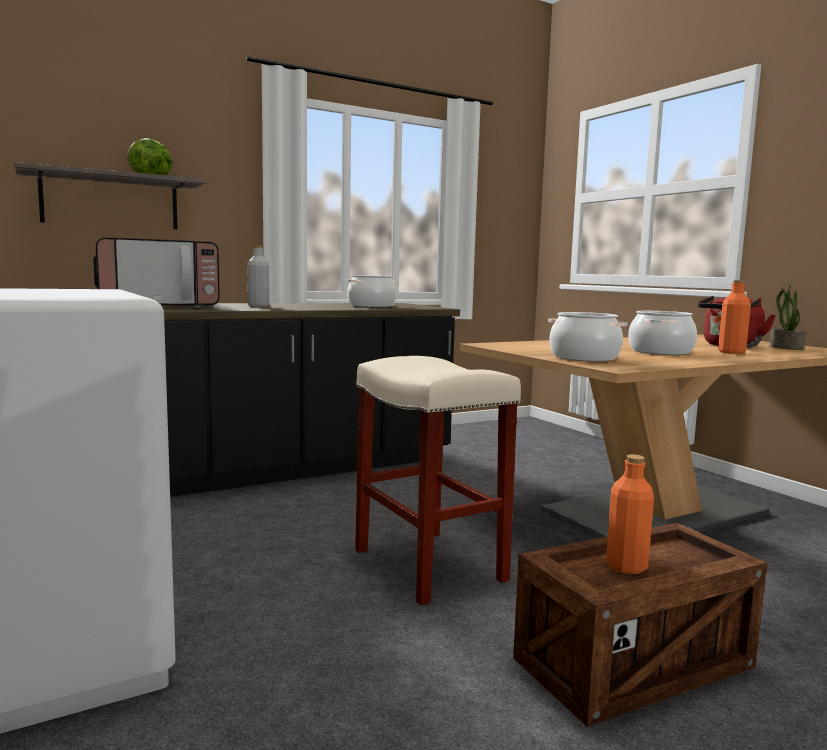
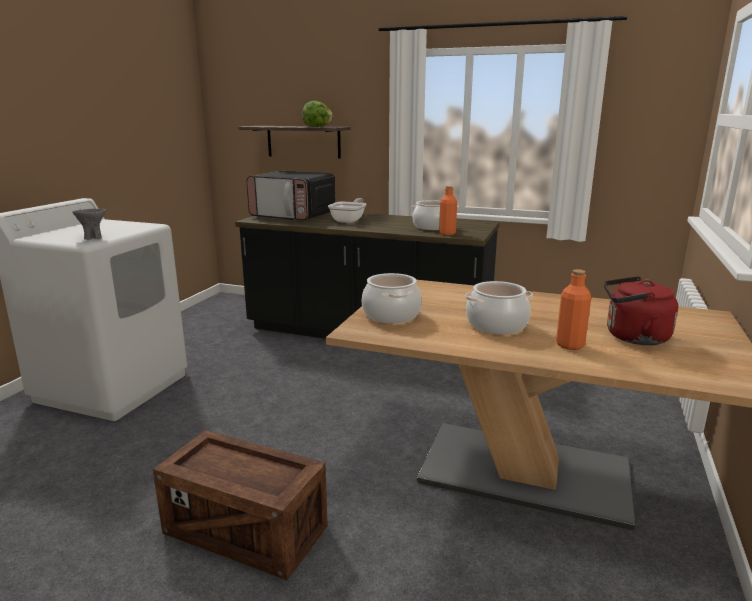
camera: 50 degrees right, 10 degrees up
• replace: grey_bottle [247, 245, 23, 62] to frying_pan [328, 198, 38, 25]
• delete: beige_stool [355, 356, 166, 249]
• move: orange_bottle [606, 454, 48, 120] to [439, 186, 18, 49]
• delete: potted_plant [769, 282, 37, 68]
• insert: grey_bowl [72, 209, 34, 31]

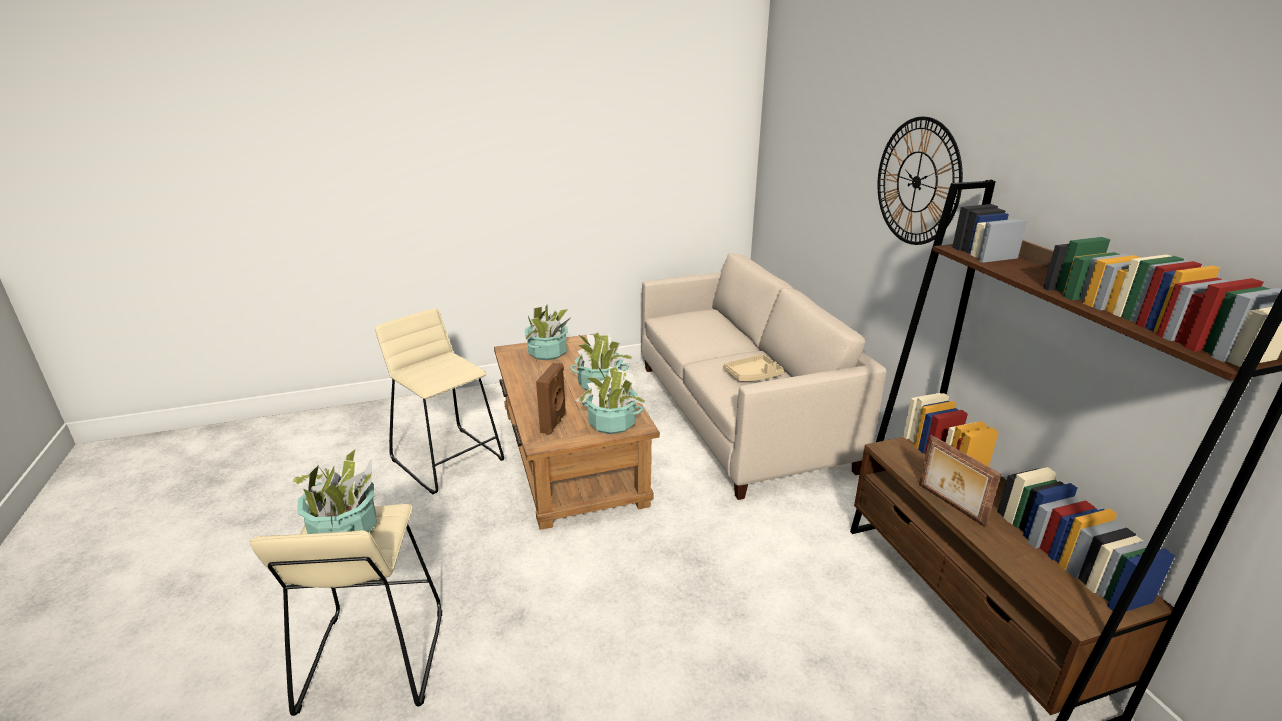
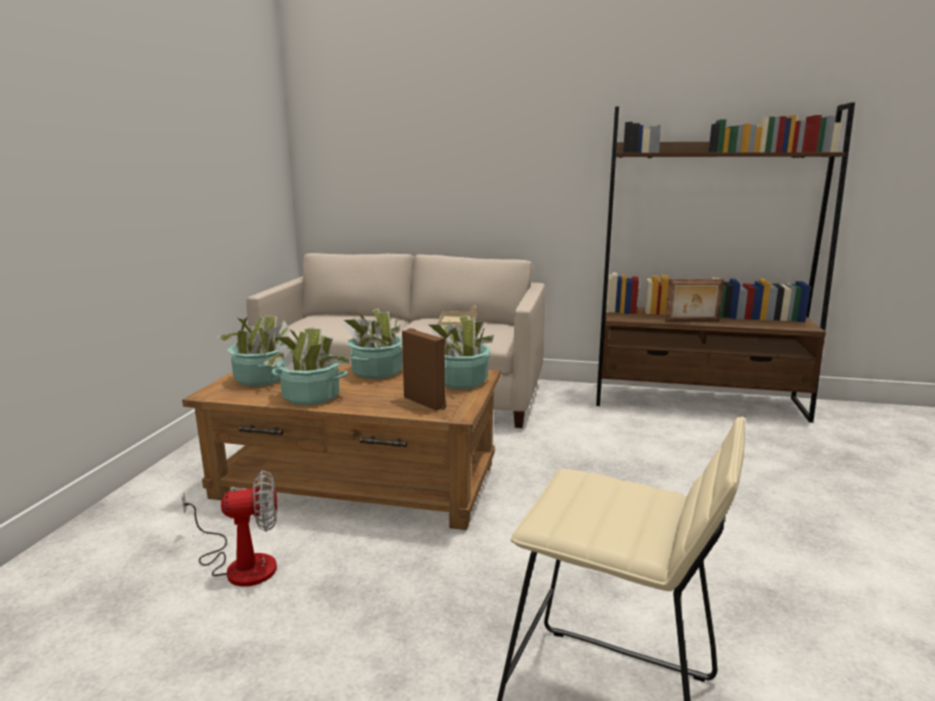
camera: 60 degrees left, 10 degrees down
• move: potted_plant [286, 449, 91, 85] to [264, 327, 87, 78]
• replace: beige_stool [375, 308, 129, 186] to fan [182, 470, 95, 117]
• delete: wall_clock [878, 116, 85, 129]

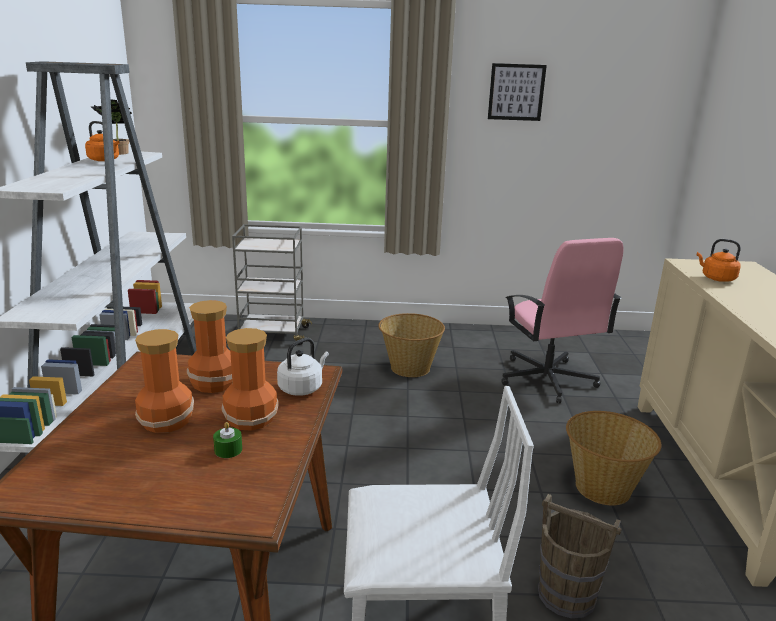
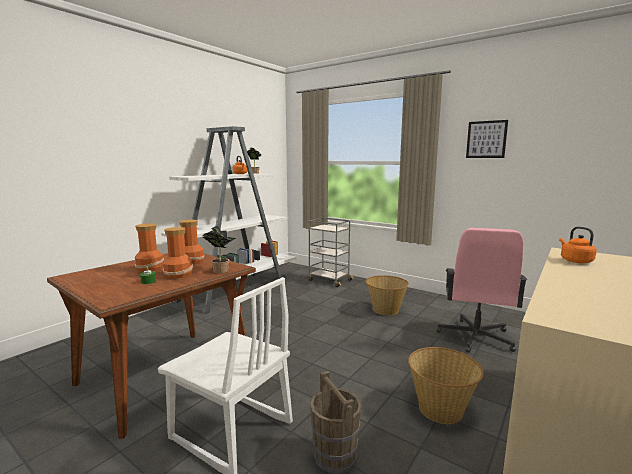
camera: 35 degrees right, 10 degrees down
• replace: white_kettle [277, 338, 52, 58] to potted_plant [203, 226, 33, 47]

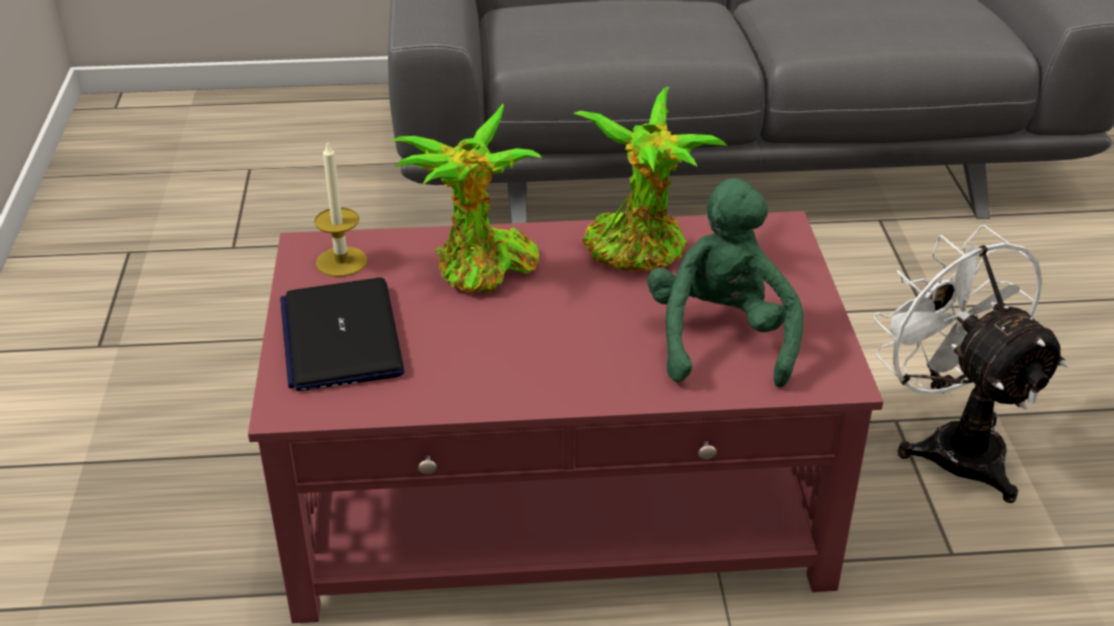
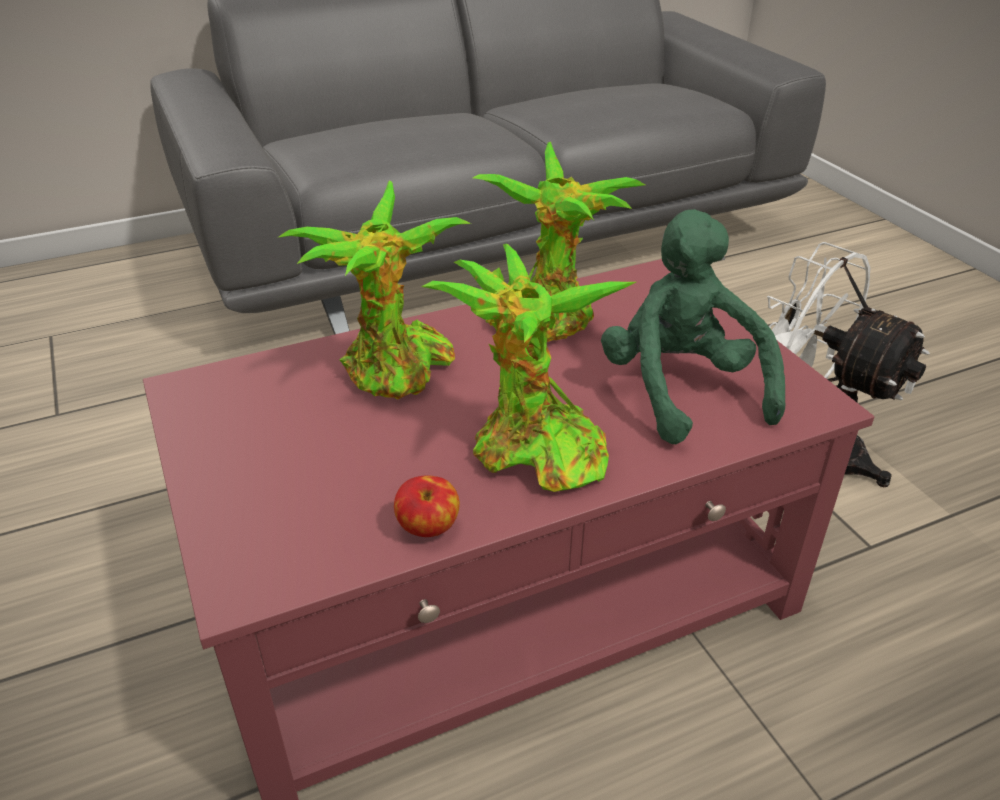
camera: 20 degrees left, 0 degrees up
• delete: laptop [280, 278, 125, 113]
• delete: candle [314, 141, 53, 136]
• insert: apple [394, 475, 66, 62]
• insert: potted_plant [421, 244, 215, 248]

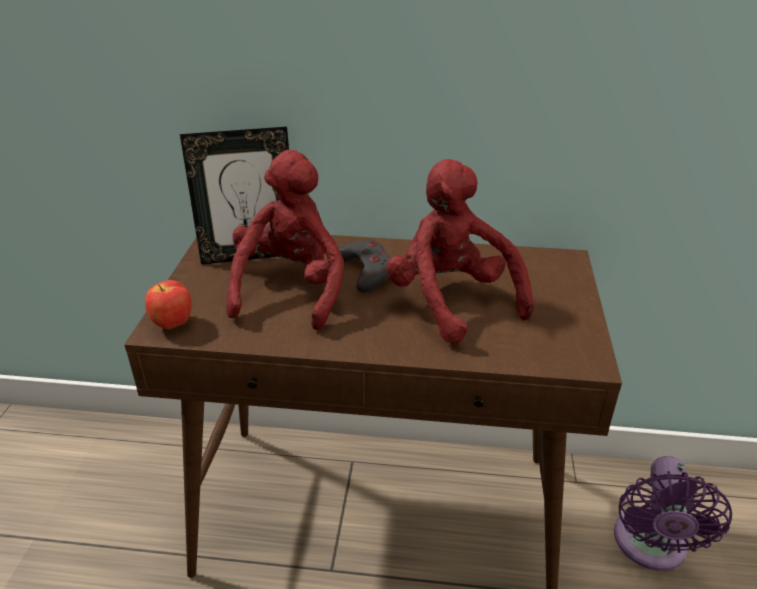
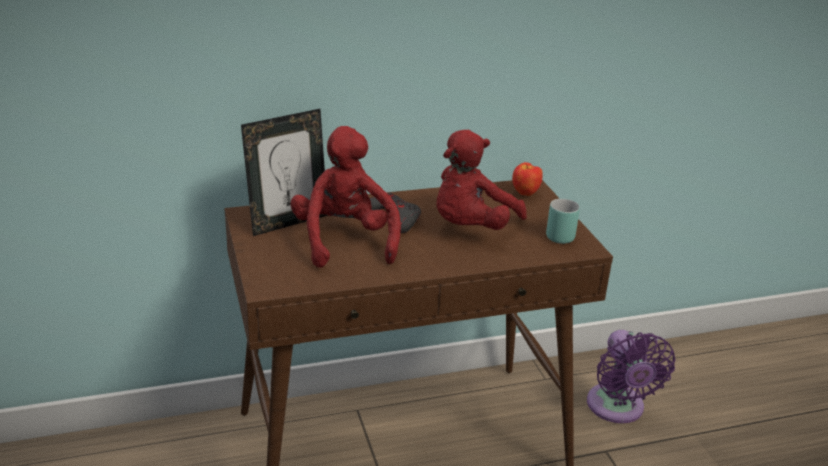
camera: 25 degrees left, 5 degrees down
• move: apple [145, 280, 47, 49] to [512, 162, 31, 34]
• rotate: red_plush_toy [386, 159, 148, 185] = [436, 130, 91, 100] 90 degrees counterclockwise
• insert: turquoise_mug [546, 199, 34, 45]

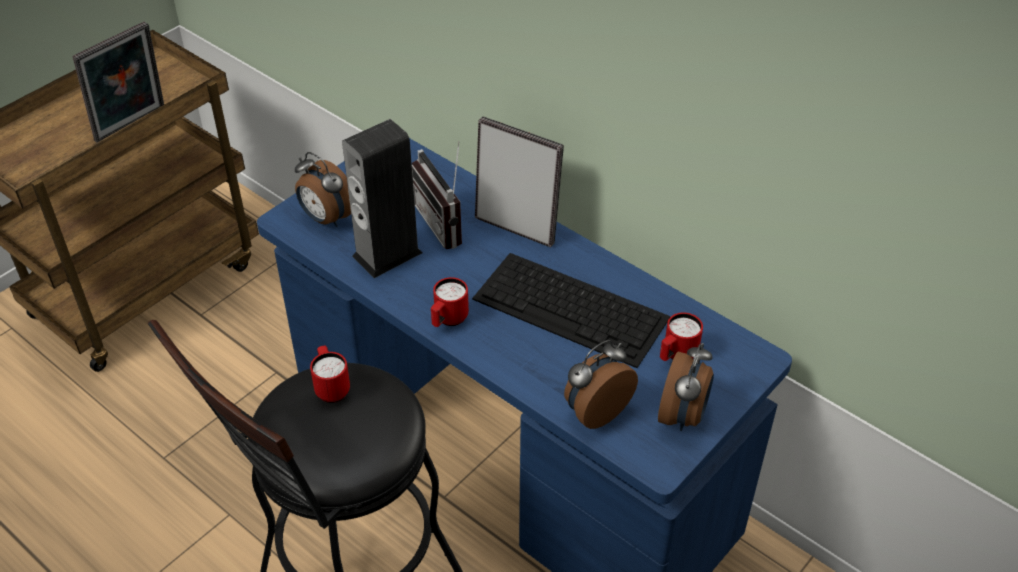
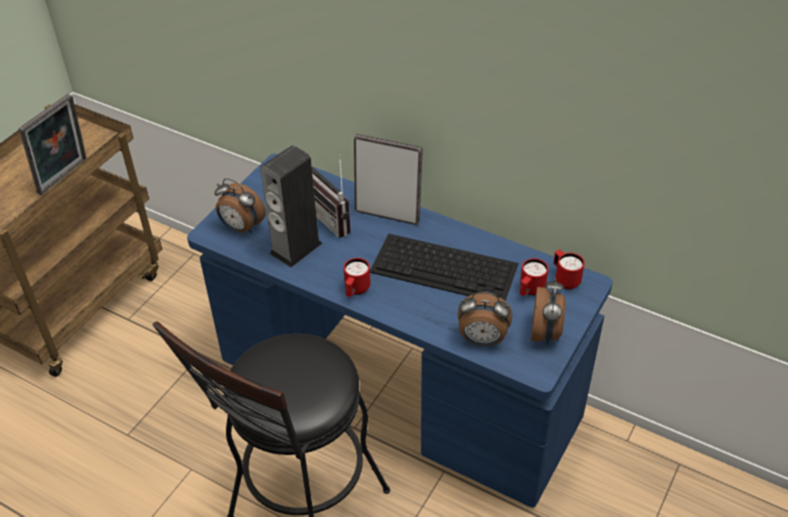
camera: 10 degrees left, 0 degrees up
• move: red_mug [310, 346, 40, 57] to [553, 250, 32, 40]
• rotate: alarm_clock [564, 340, 74, 89] = [458, 292, 54, 54] 120 degrees counterclockwise

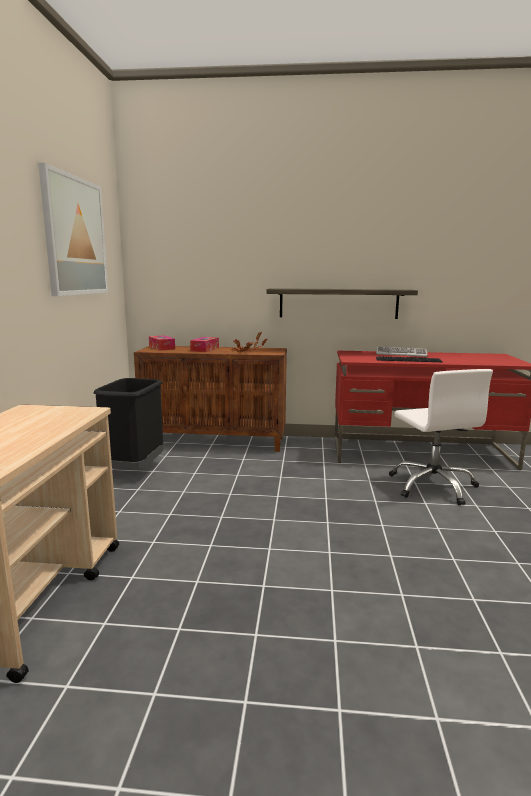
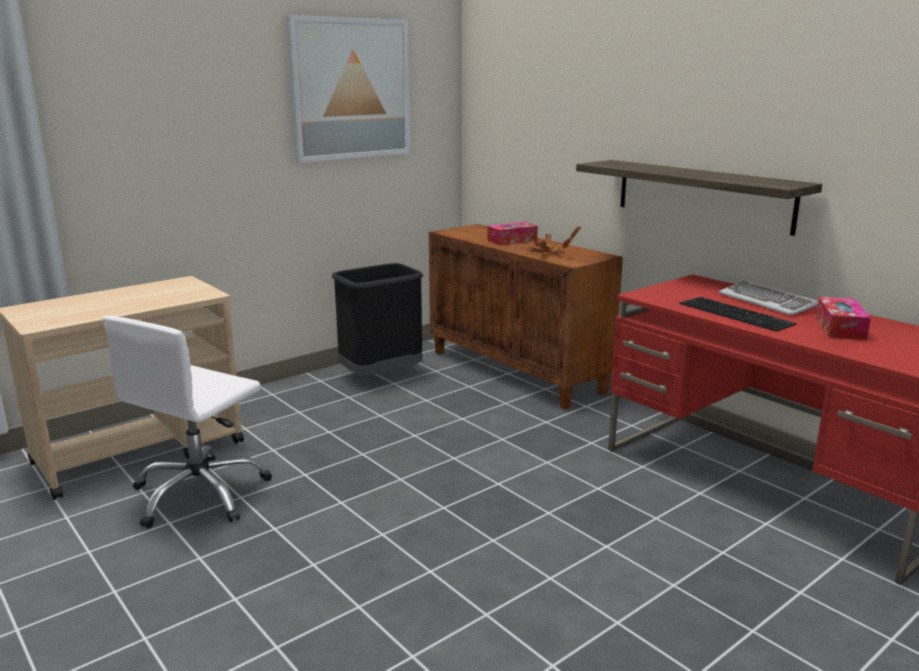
camera: 45 degrees right, 5 degrees up
• move: tissue_box [149, 336, 26, 15] to [816, 297, 55, 43]
• move: white_office_chair [389, 369, 104, 137] to [102, 315, 170, 214]

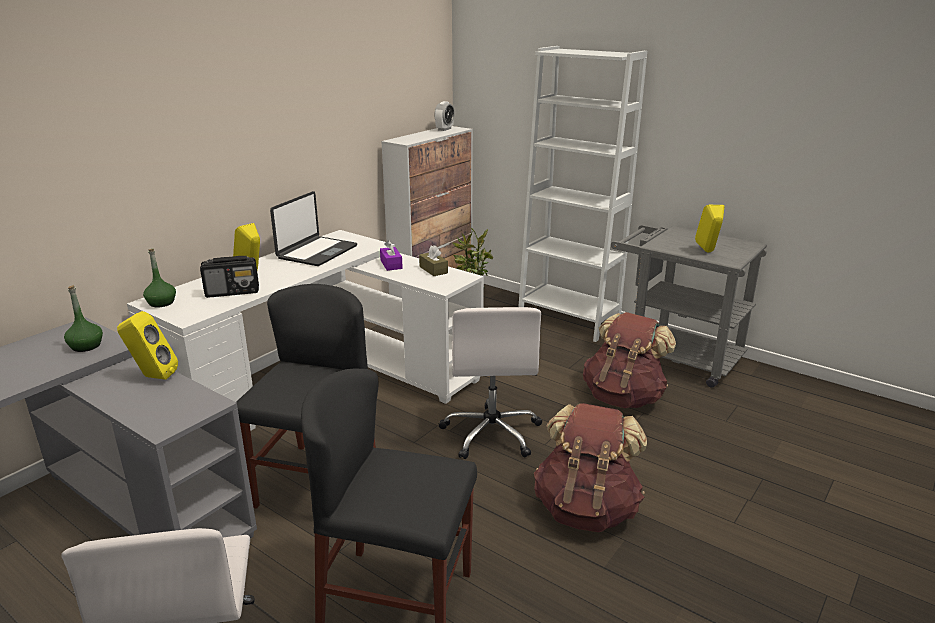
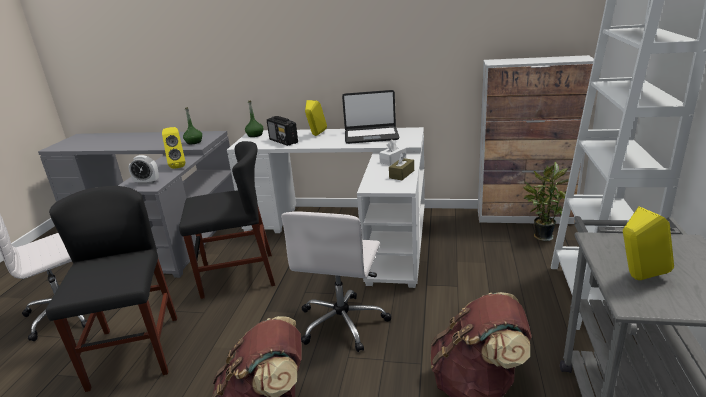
camera: 65 degrees right, 0 degrees up
• recolor: purple_tissue_box [380, 240, 23, 31] to white_tissue_box [379, 139, 27, 27]
• move: alarm_clock [434, 101, 21, 30] to [129, 155, 30, 30]
• rotate: white_office_chair [439, 307, 103, 152] = [281, 211, 111, 141] 45 degrees counterclockwise

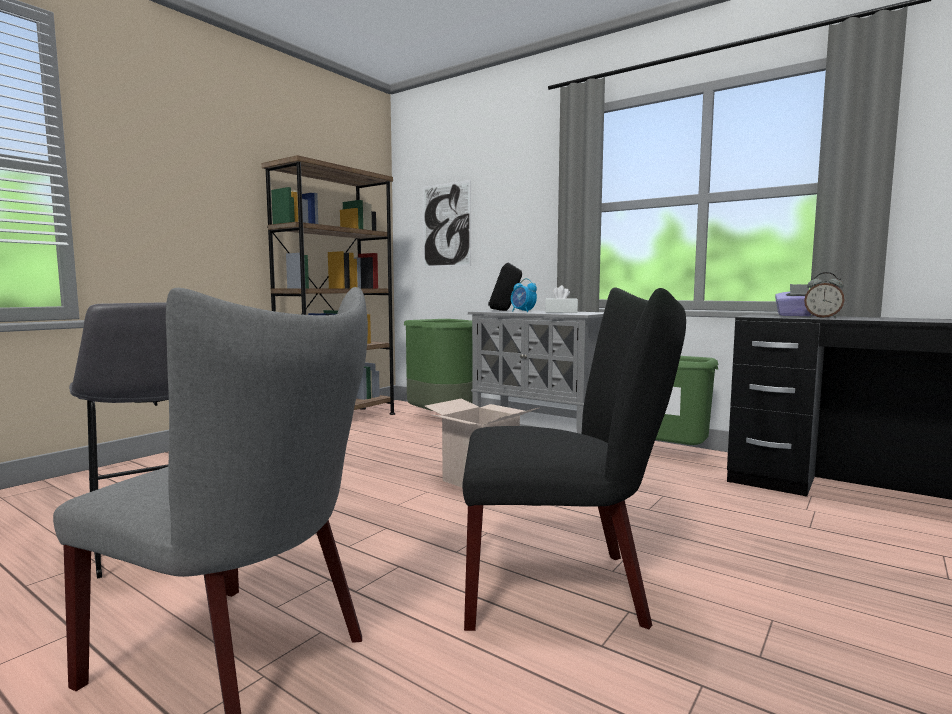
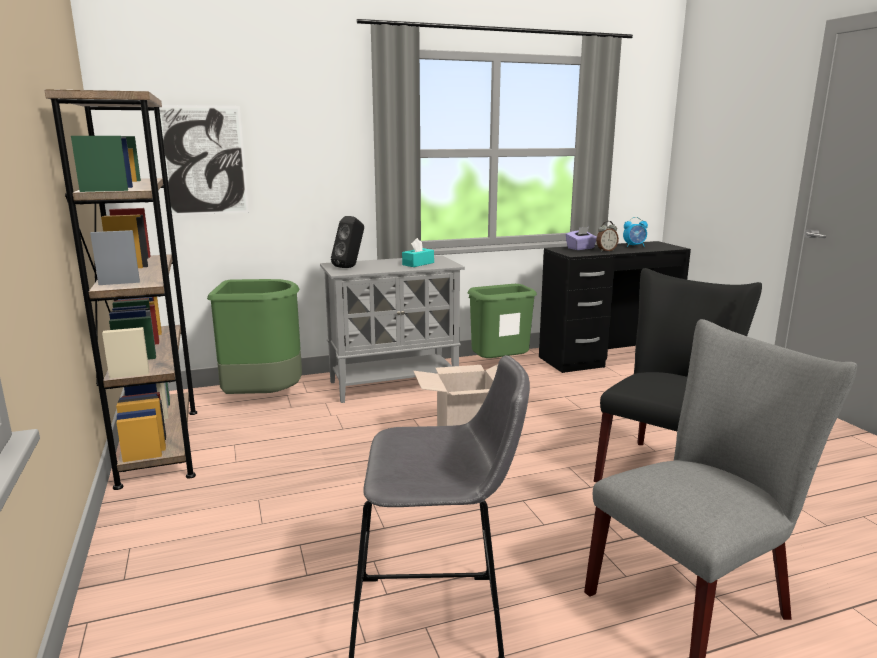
camera: 55 degrees left, 10 degrees up
• move: alarm_clock [511, 278, 26, 34] to [623, 217, 25, 30]
• recolor: white_tissue_box [545, 285, 33, 28] to turquoise_tissue_box [402, 238, 32, 29]

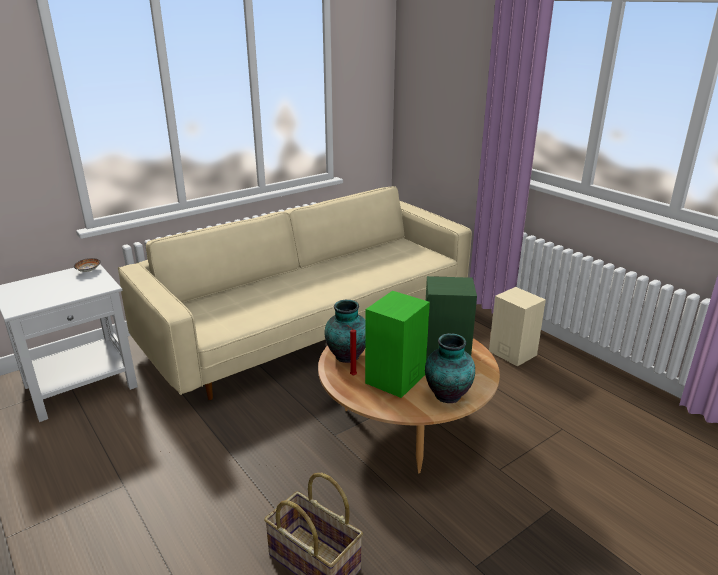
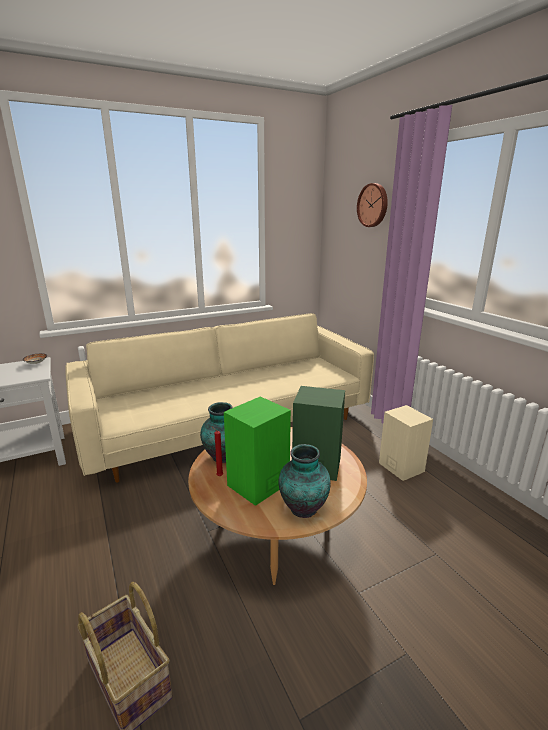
camera: 10 degrees right, 5 degrees down
• insert: wall_clock [357, 183, 31, 44]

